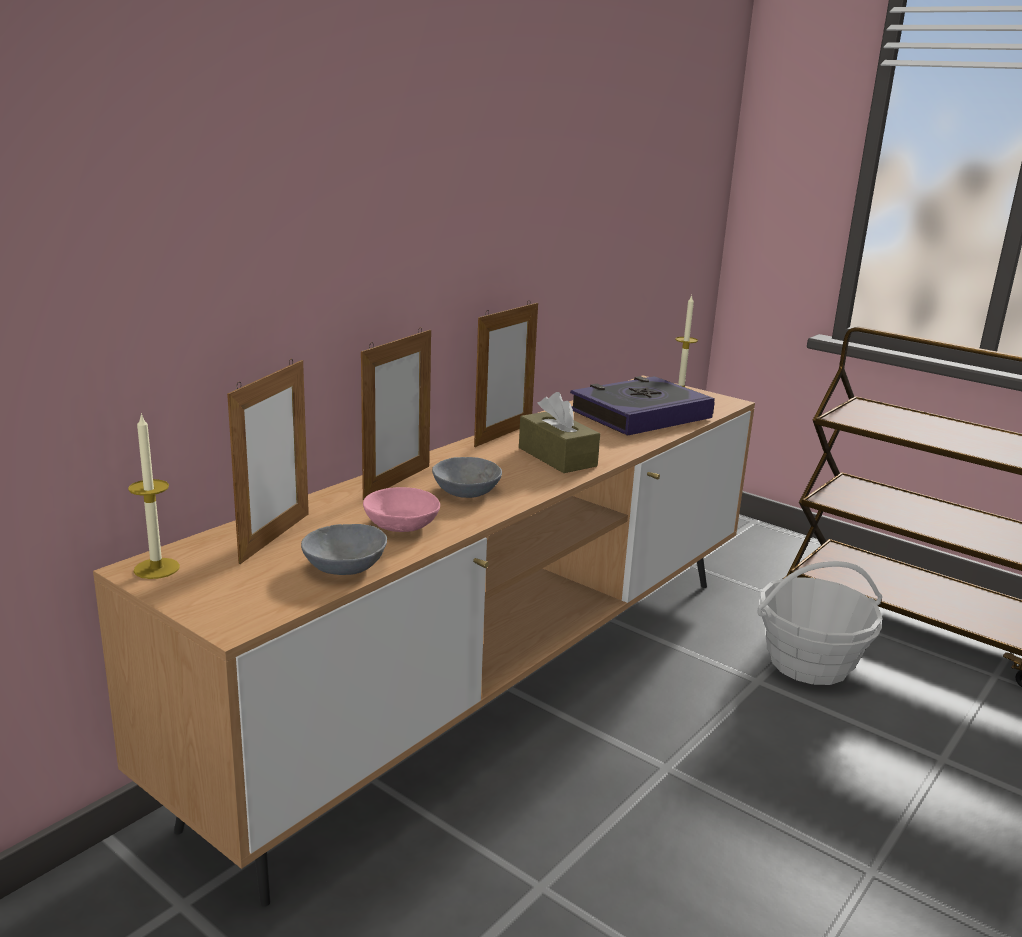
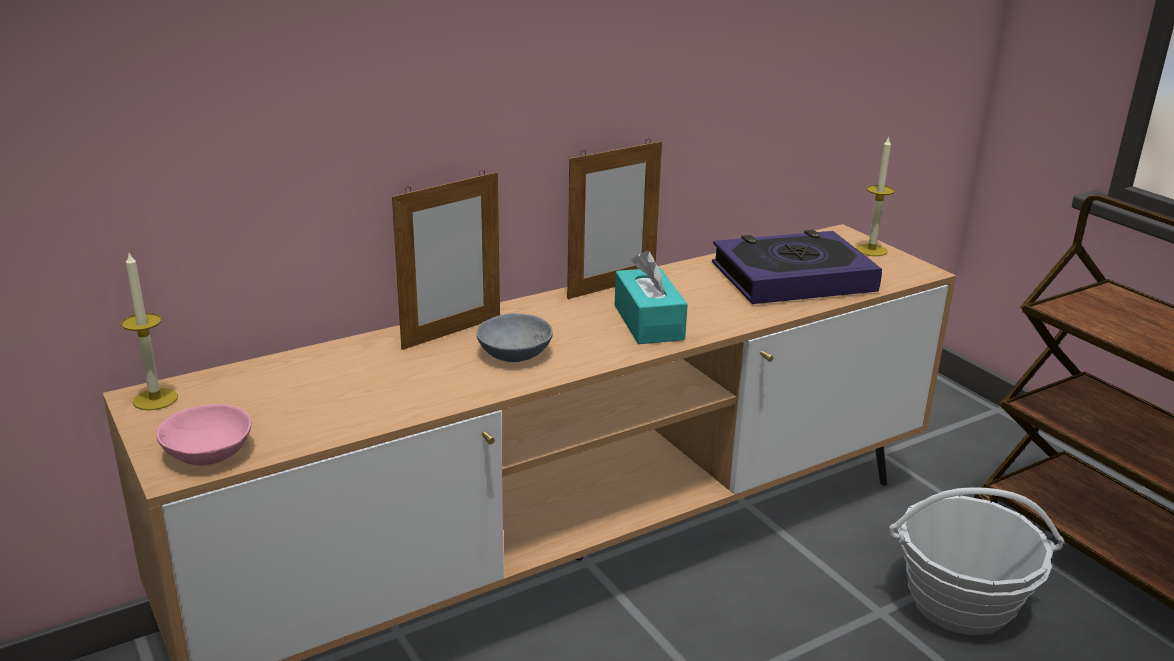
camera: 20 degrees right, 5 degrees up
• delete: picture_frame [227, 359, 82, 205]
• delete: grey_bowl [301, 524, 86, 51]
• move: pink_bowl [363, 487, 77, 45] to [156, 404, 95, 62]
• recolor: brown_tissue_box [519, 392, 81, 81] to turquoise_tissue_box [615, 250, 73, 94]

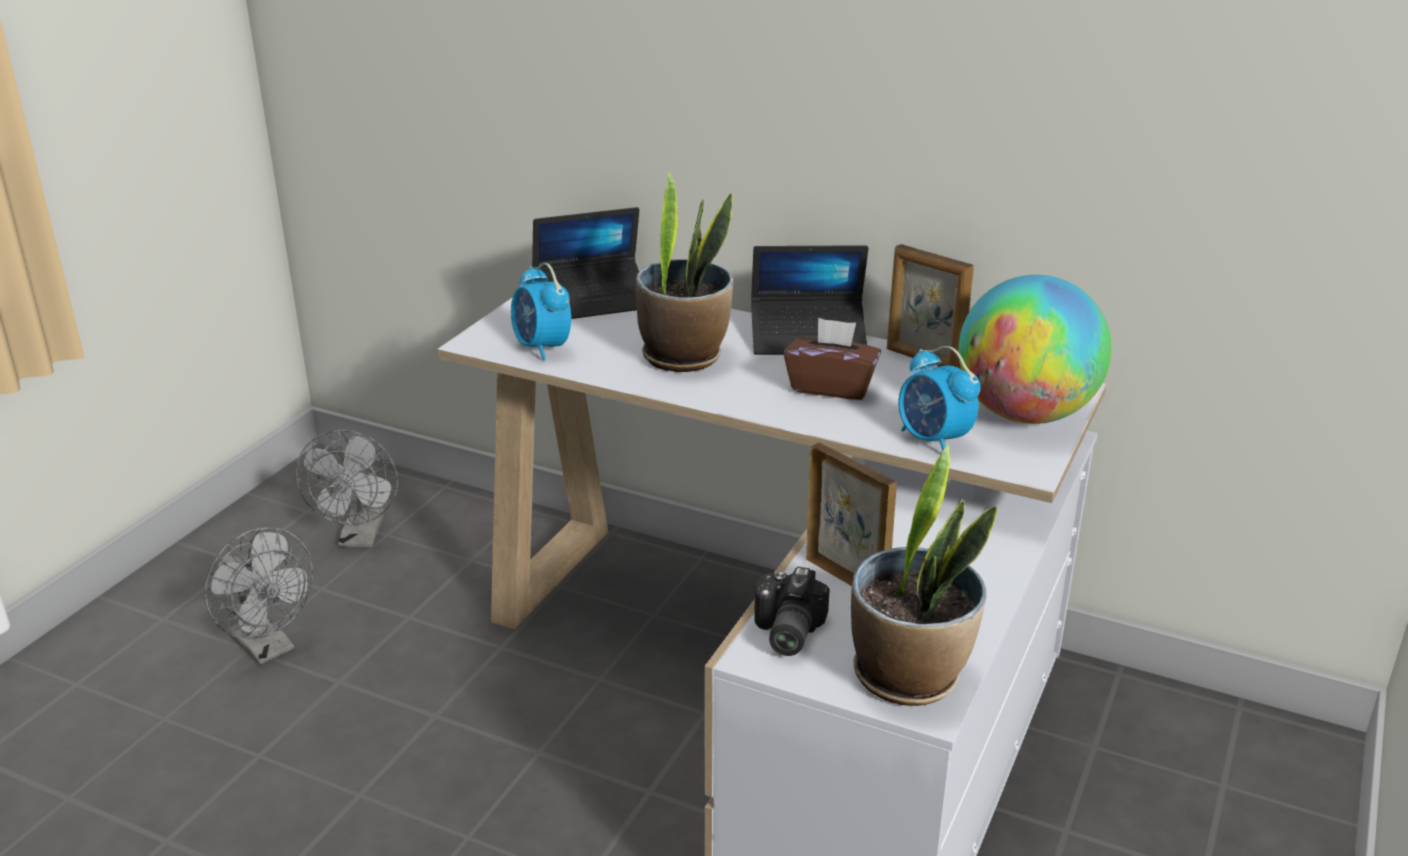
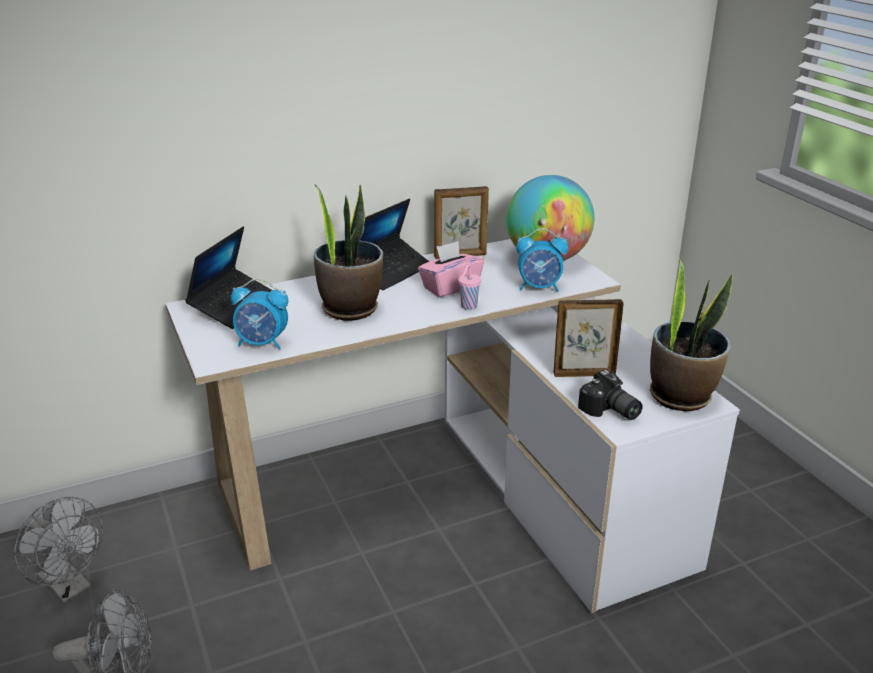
camera: 50 degrees left, 0 degrees up
• recolor: brown_tissue_box [784, 318, 97, 82] to pink_tissue_box [418, 241, 66, 57]
• insert: pink_cup [458, 264, 23, 46]

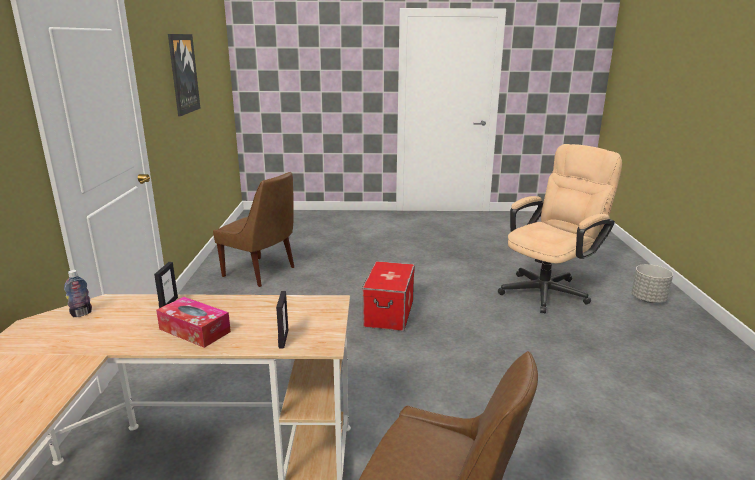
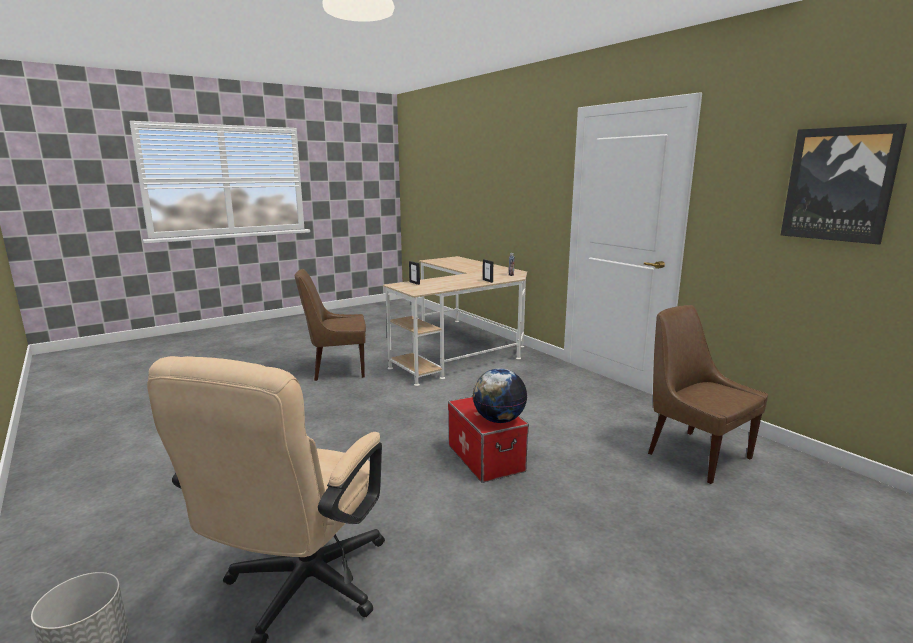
camera: 145 degrees right, 5 degrees down
• delete: tissue_box [156, 297, 75, 51]
• rotate: brown_chair [213, 172, 81, 115] = [648, 305, 120, 179] 60 degrees clockwise
• insert: globe [473, 368, 54, 55]

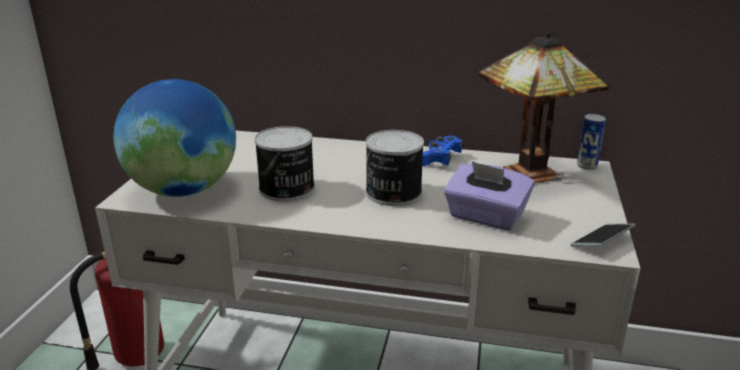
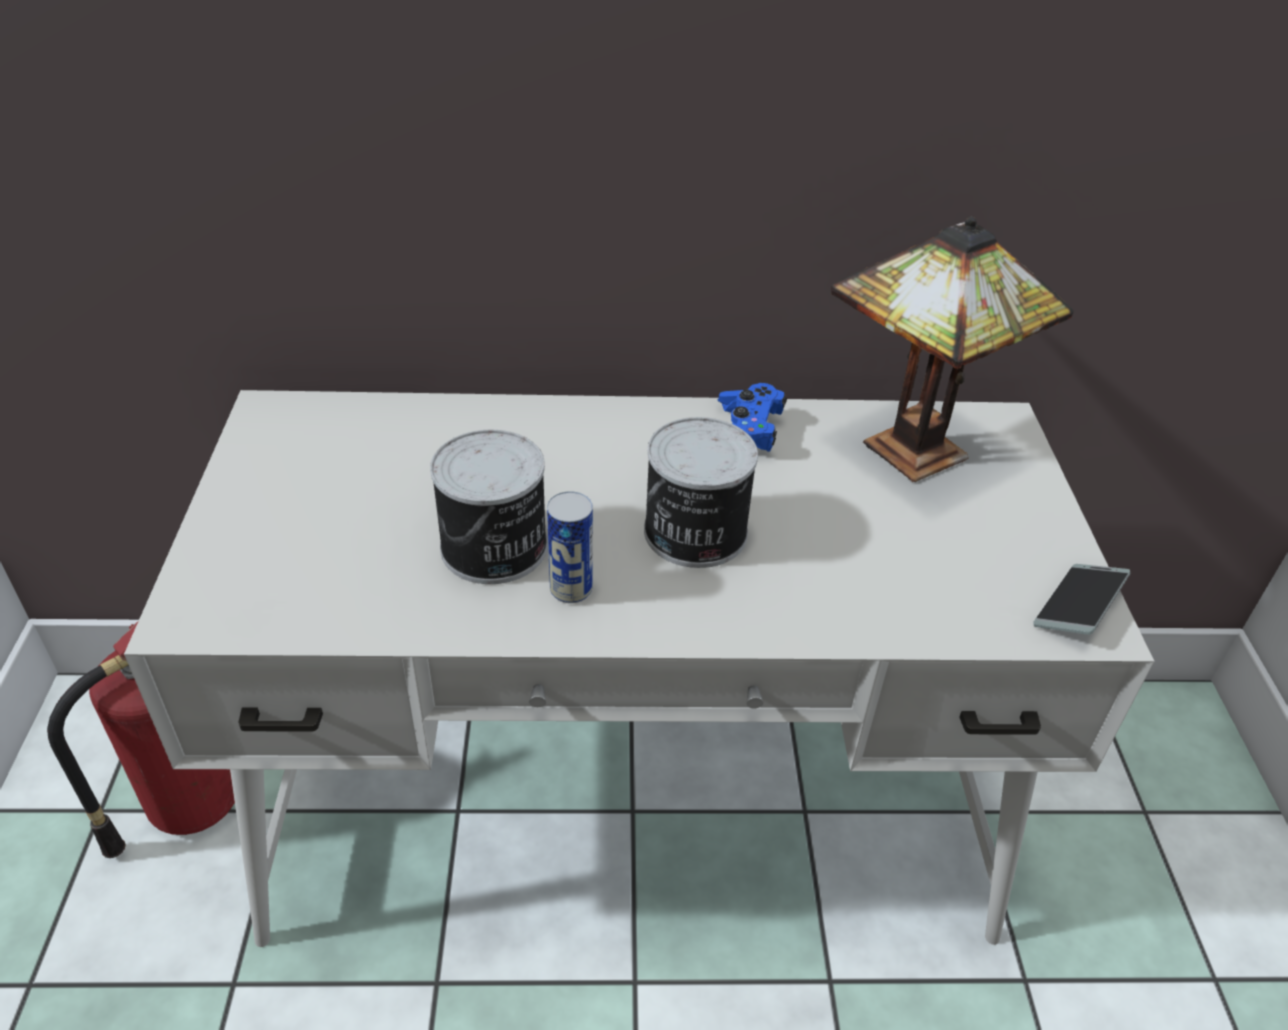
camera: 15 degrees left, 15 degrees up
• delete: globe [114, 79, 122, 118]
• delete: purple_tissue_box [444, 161, 91, 70]
• move: can [577, 114, 29, 56] to [547, 491, 46, 112]

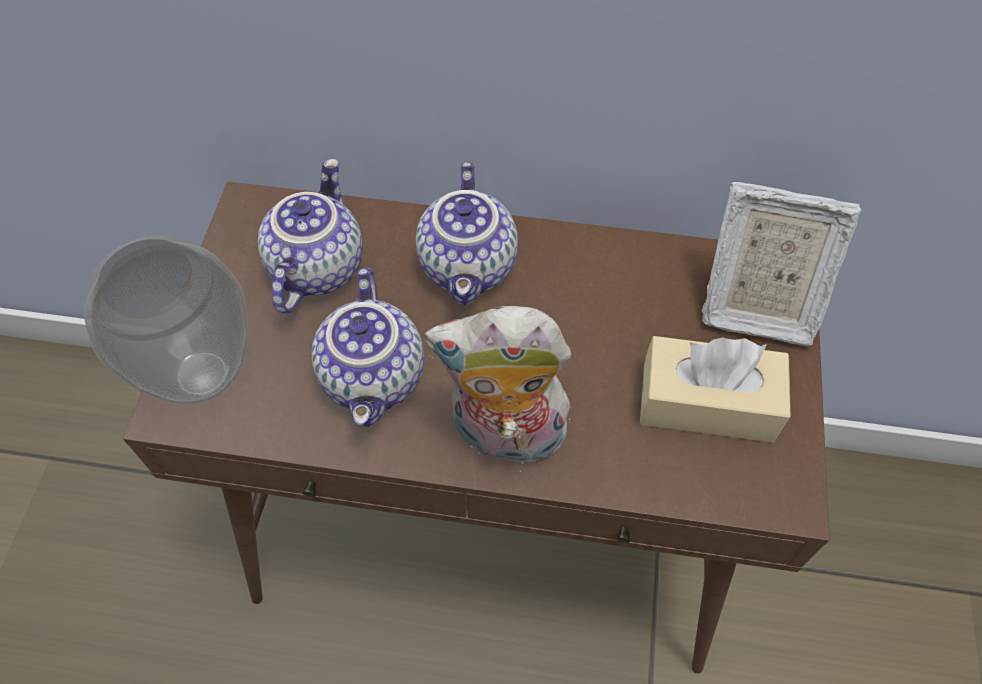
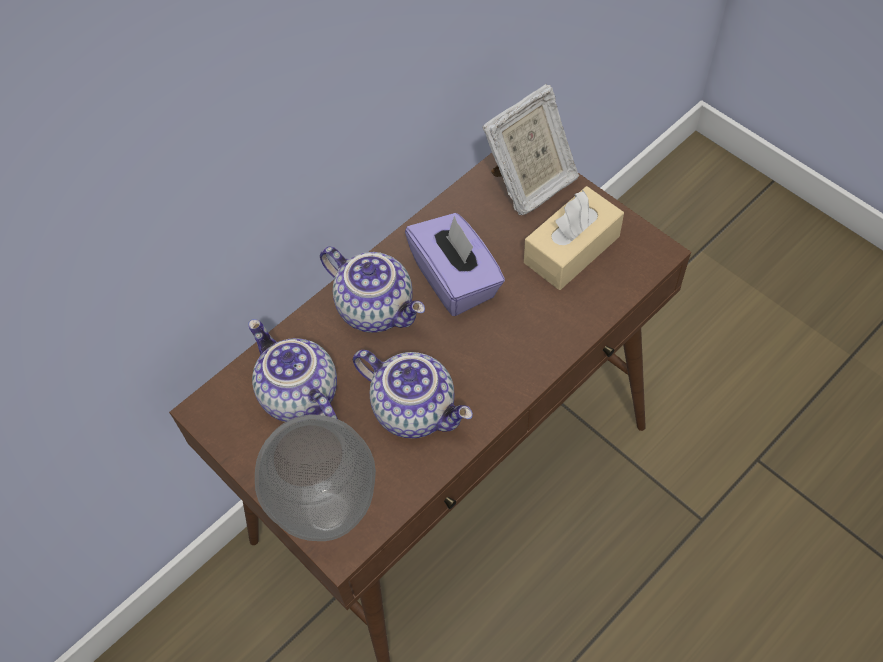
camera: 50 degrees left, 0 degrees up
• delete: plush_toy [425, 306, 150, 166]
• insert: purple_tissue_box [405, 213, 100, 103]

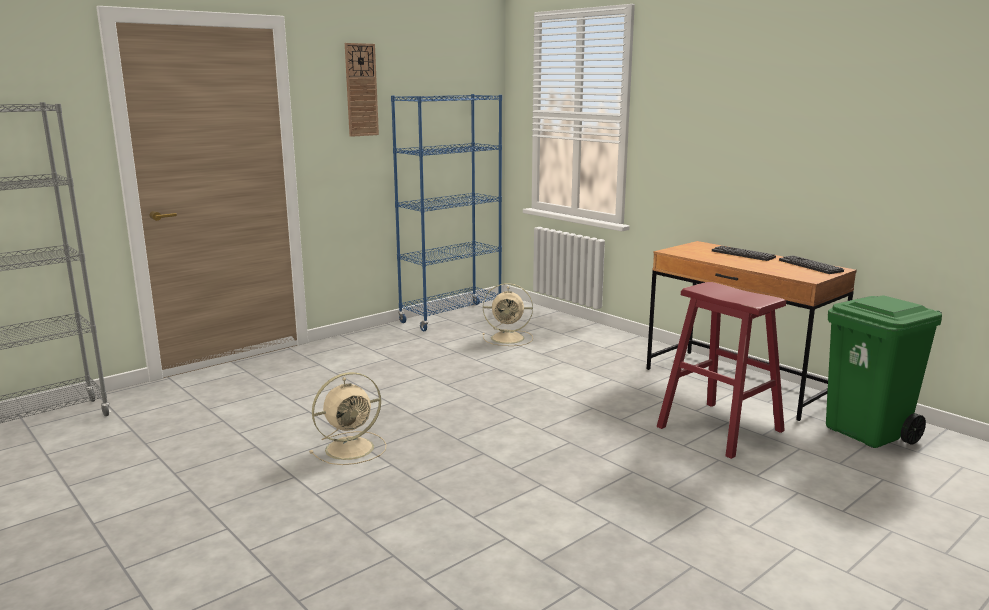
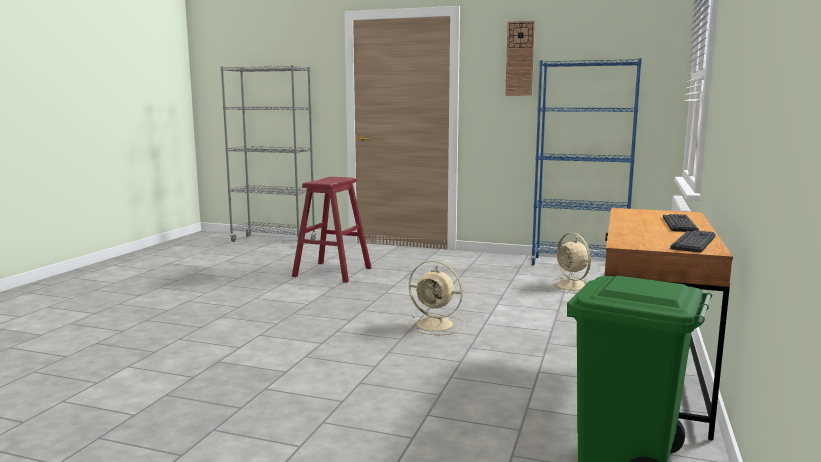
camera: 60 degrees right, 5 degrees down
• move: beige_fan [309, 372, 77, 93] to [406, 261, 59, 74]
• move: red_stool [657, 282, 129, 177] to [292, 177, 80, 106]

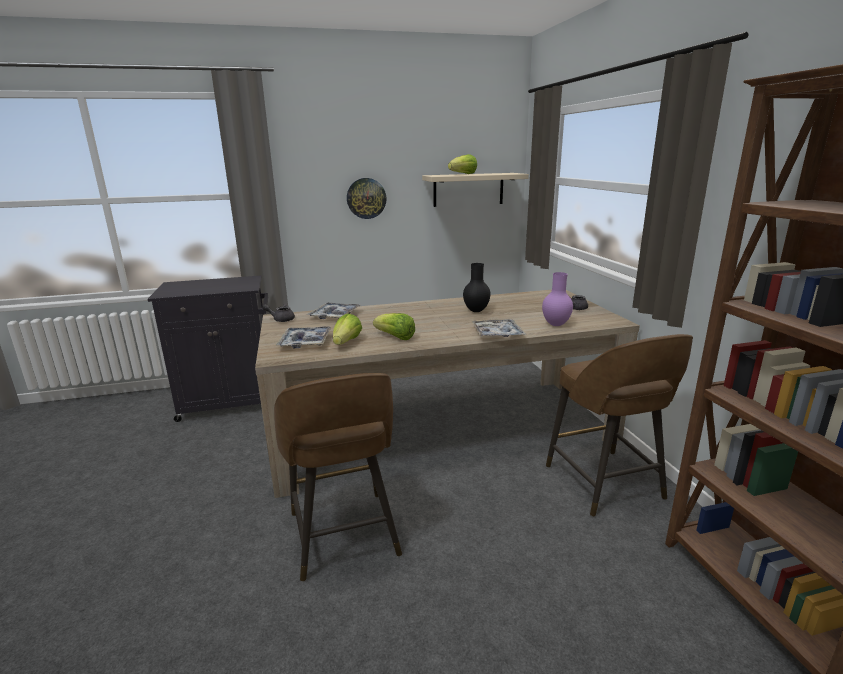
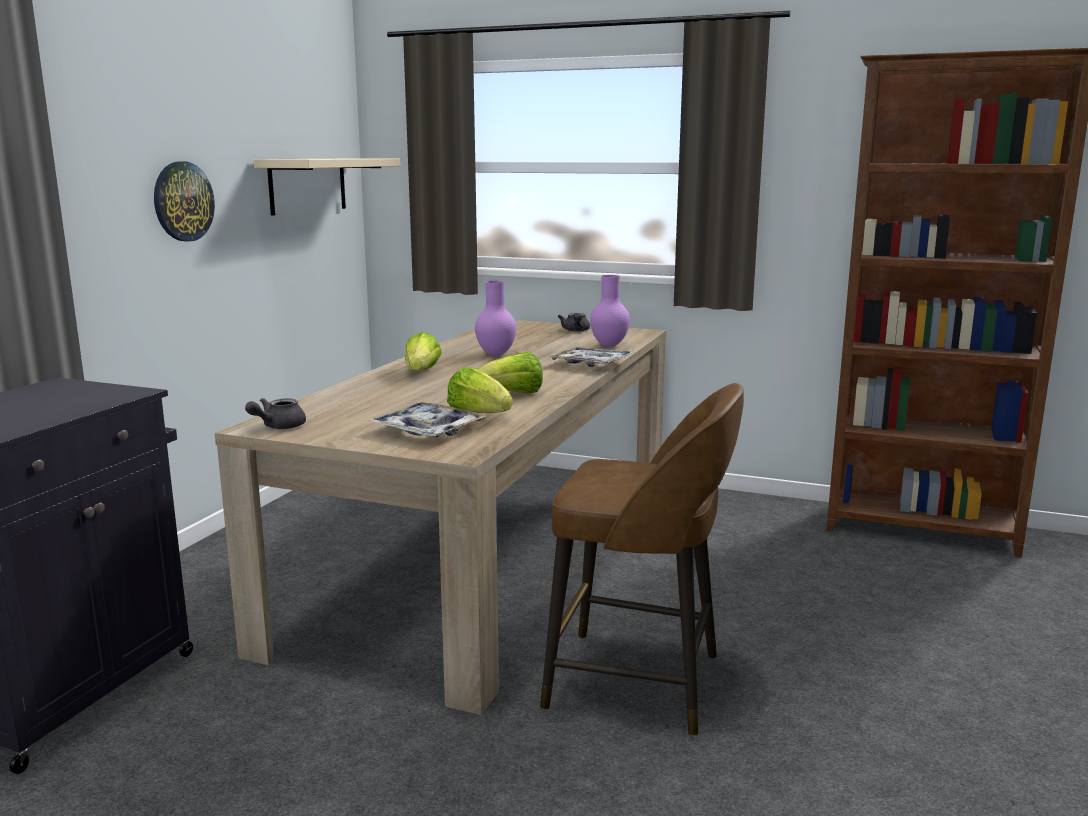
camera: 55 degrees left, 5 degrees down
• delete: tray [307, 302, 54, 17]
• move: lettuce [448, 154, 29, 20] to [405, 332, 37, 39]
• recolor: black_vase [463, 263, 27, 49] to purple_vase [475, 281, 41, 75]
• delete: brown_stool [546, 334, 147, 183]

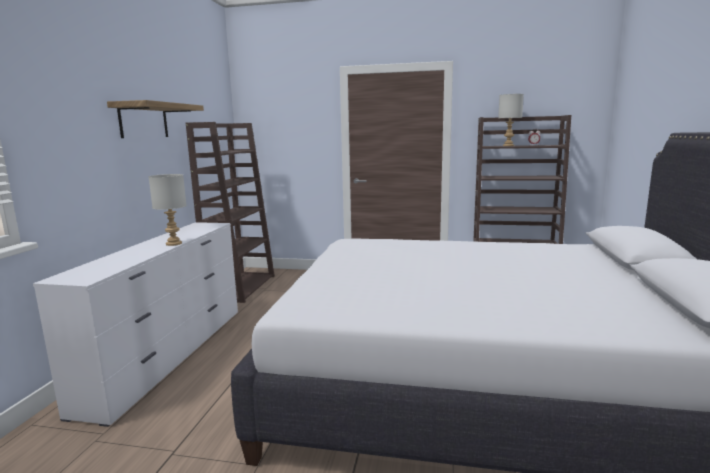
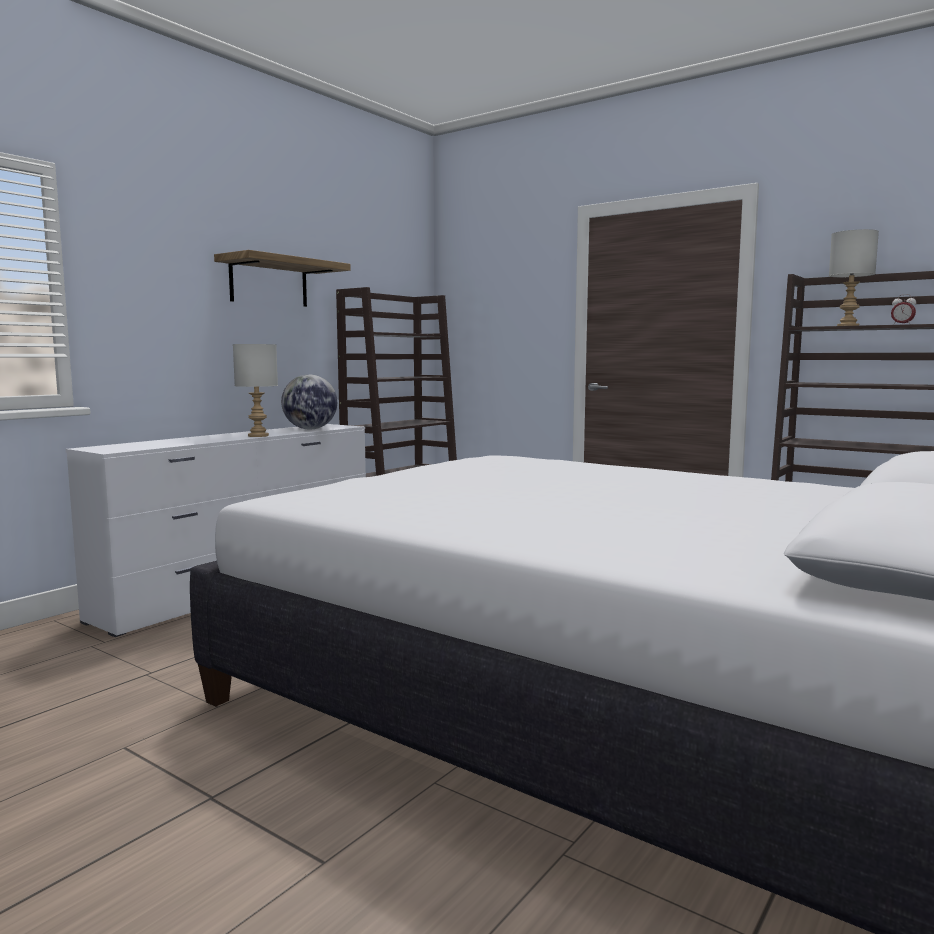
camera: 25 degrees right, 5 degrees down
• insert: globe [281, 374, 56, 56]

